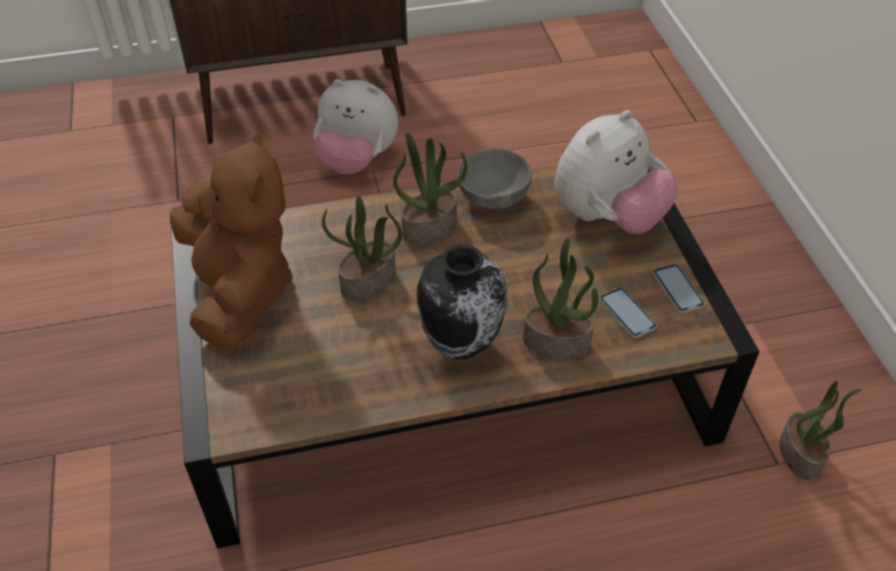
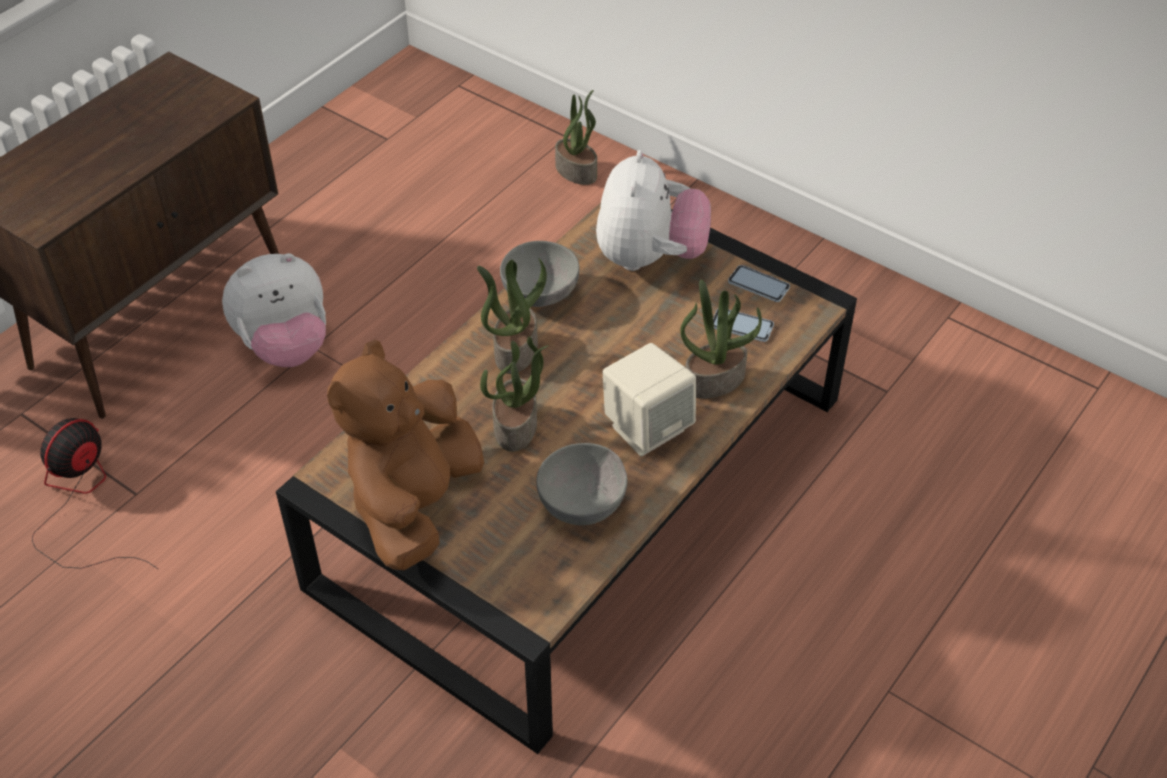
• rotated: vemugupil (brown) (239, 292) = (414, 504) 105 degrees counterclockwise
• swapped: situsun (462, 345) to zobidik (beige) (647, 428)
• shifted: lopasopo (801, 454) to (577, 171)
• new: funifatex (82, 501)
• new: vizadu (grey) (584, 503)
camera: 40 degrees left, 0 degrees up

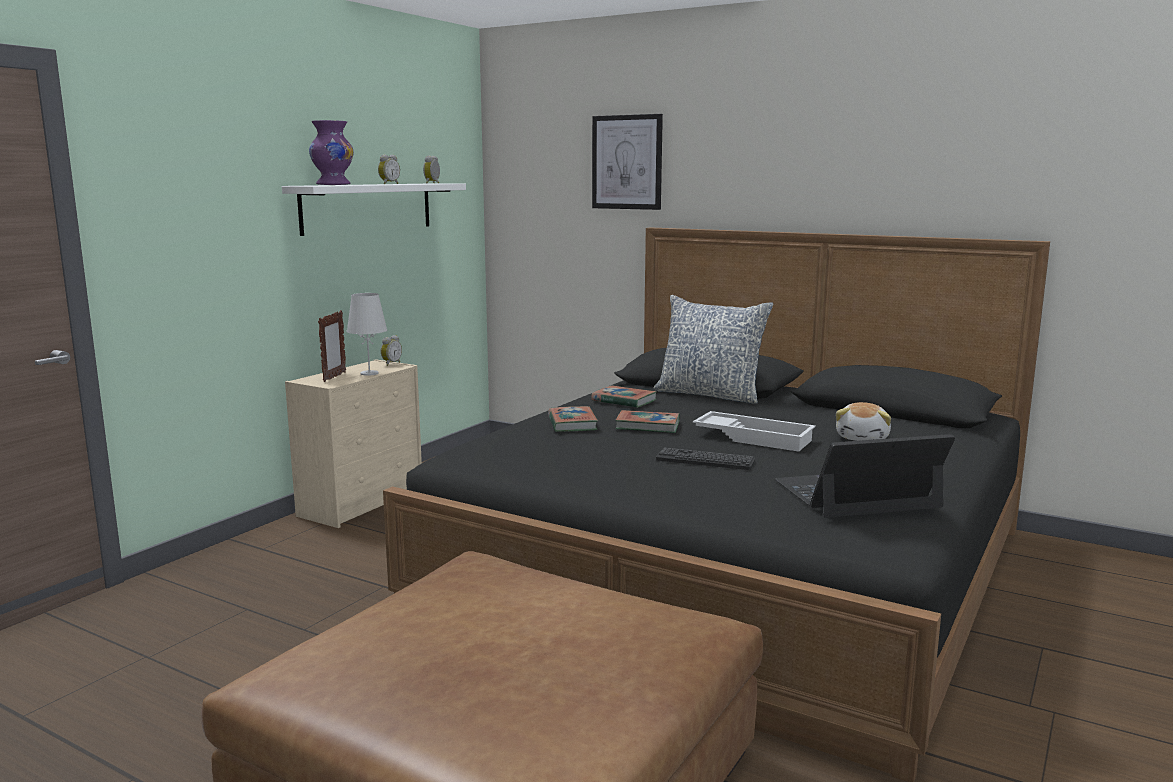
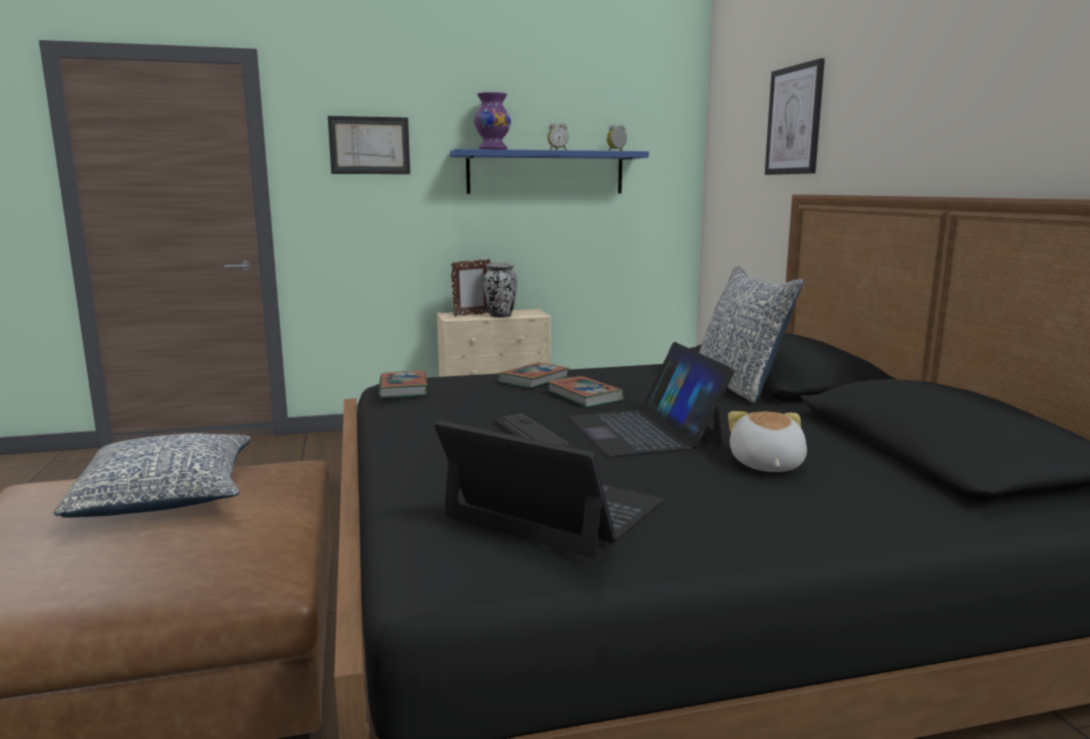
• repainted: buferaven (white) (368, 207) to buferaven (blue) (545, 172)
• swapped: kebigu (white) (369, 373) to situsun (500, 316)
• gone: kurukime (390, 364)
• shifted: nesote (624, 401) to (403, 389)
• swapped: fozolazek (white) (754, 438) to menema (644, 431)
• rotated: vemugupil (863, 438) = (765, 465) 120 degrees clockwise
• new: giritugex (167, 497)
• new: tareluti (369, 145)
camera: 45 degrees right, 0 degrees up

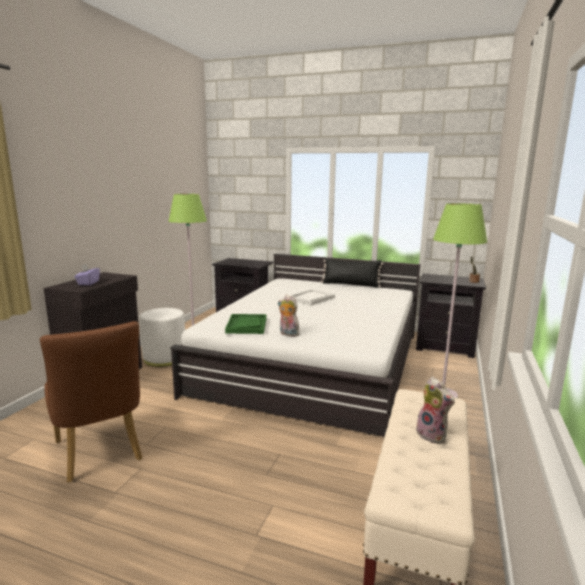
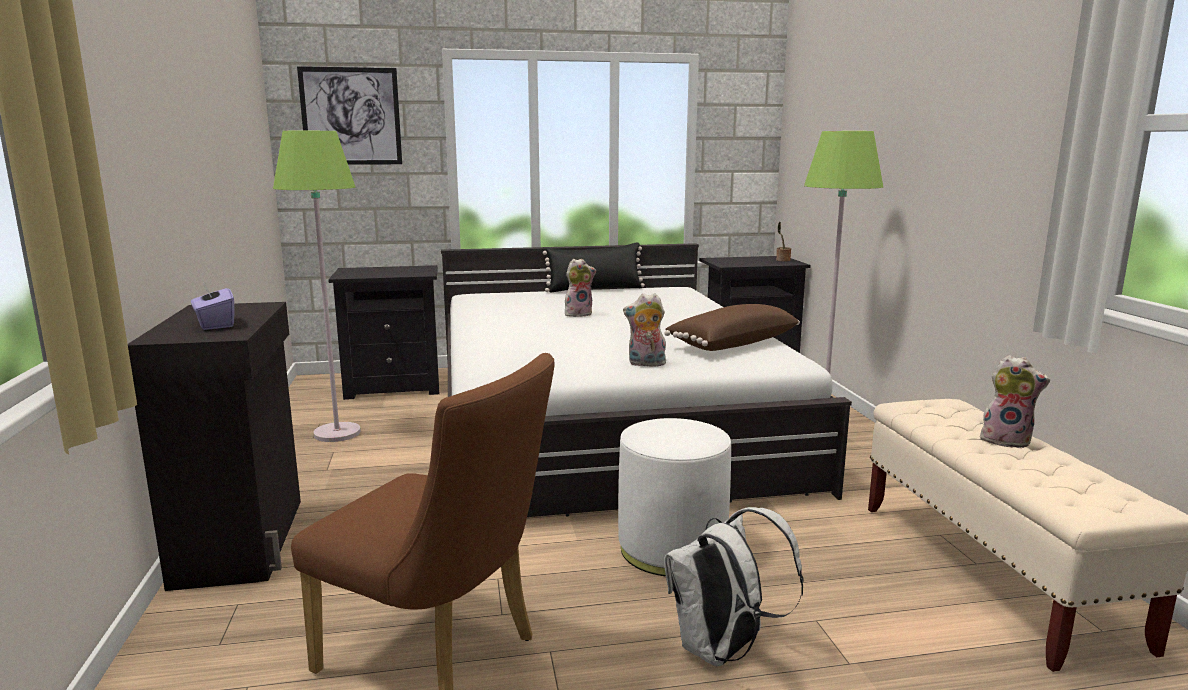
• shifted: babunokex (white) (165, 358) to (672, 548)
• gone: fozolazek (green) (246, 325)
• swapped: fozolazek (white) (311, 298) to vemugupil (578, 314)
• new: tareluti (351, 116)
• new: giritugex (brown) (731, 344)
• new: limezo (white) (722, 651)
camera: 30 degrees left, 0 degrees up

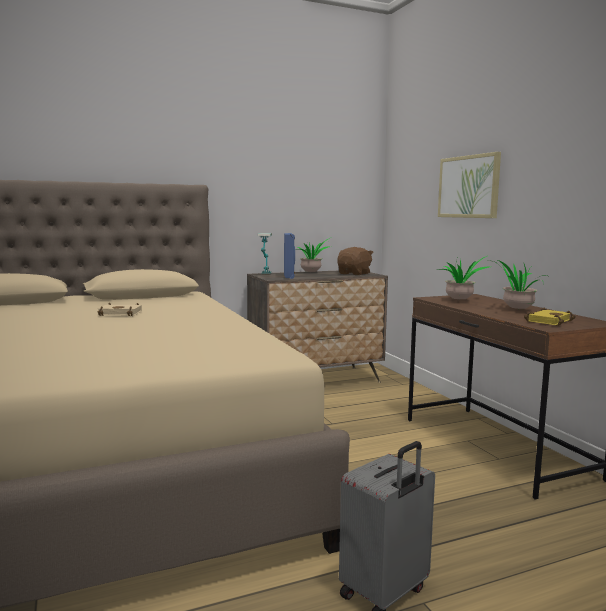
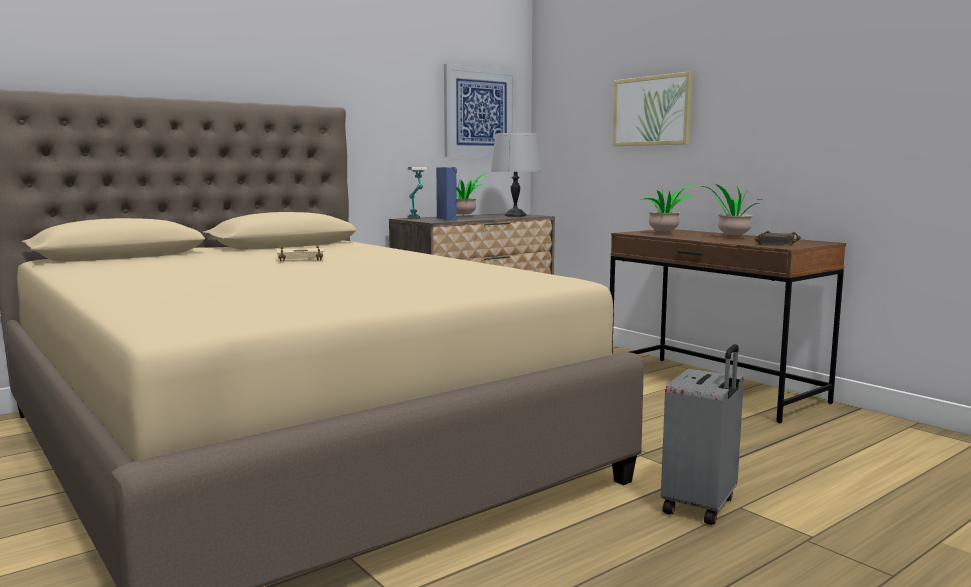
• swapped: vemugupil (brown) (354, 273) to kebigu (grey) (514, 215)
• repainted: nesote (yellow) (547, 321) to nesote (black) (775, 243)
• new: tareluti (480, 112)
camera: 15 degrees left, 0 degrees up

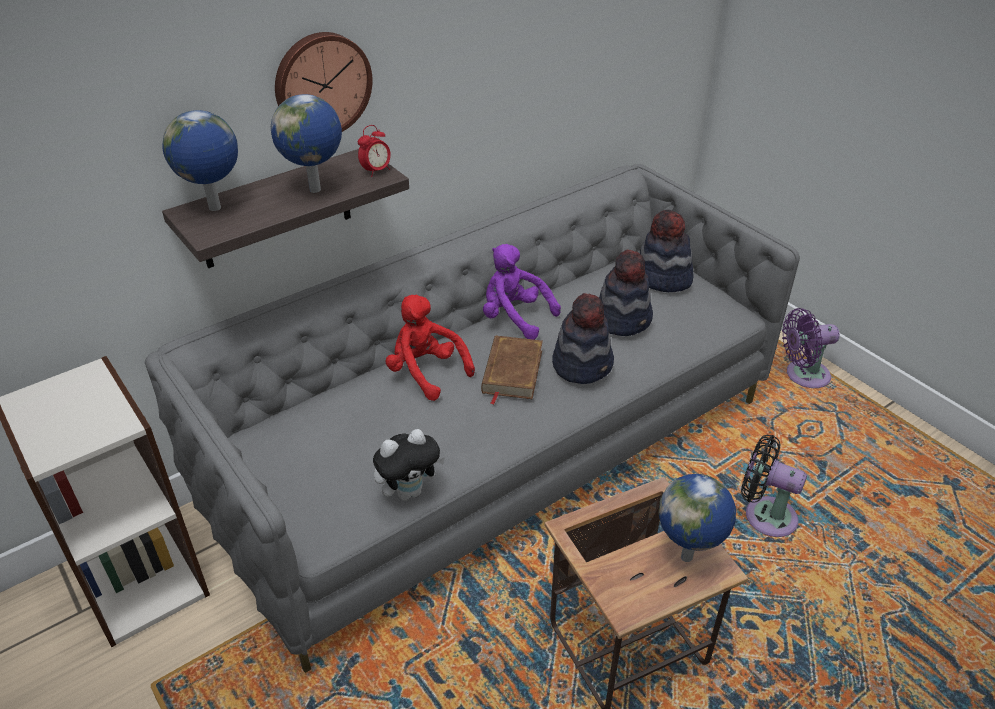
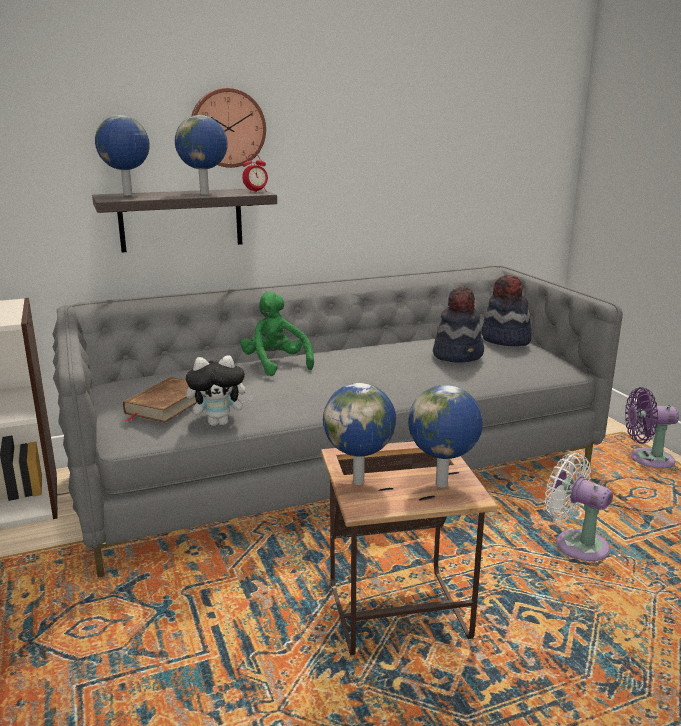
• repainted: vemugupil (red) (426, 372) to vemugupil (green) (275, 364)
• shifted: nesote (brown) (511, 372) to (166, 404)
• gone: vemugupil (purple) (514, 317)
• gone: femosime (583, 364)
• repainted: funifatex (black) (765, 515) to funifatex (white) (576, 544)
• new: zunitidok (360, 481)
camera: 15 degrees right, 20 degrees down

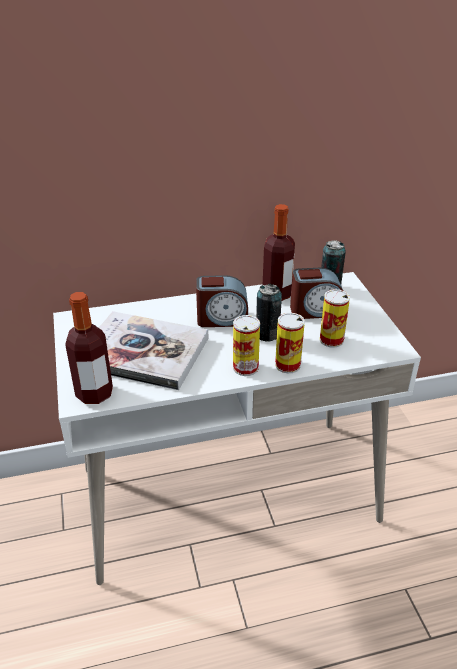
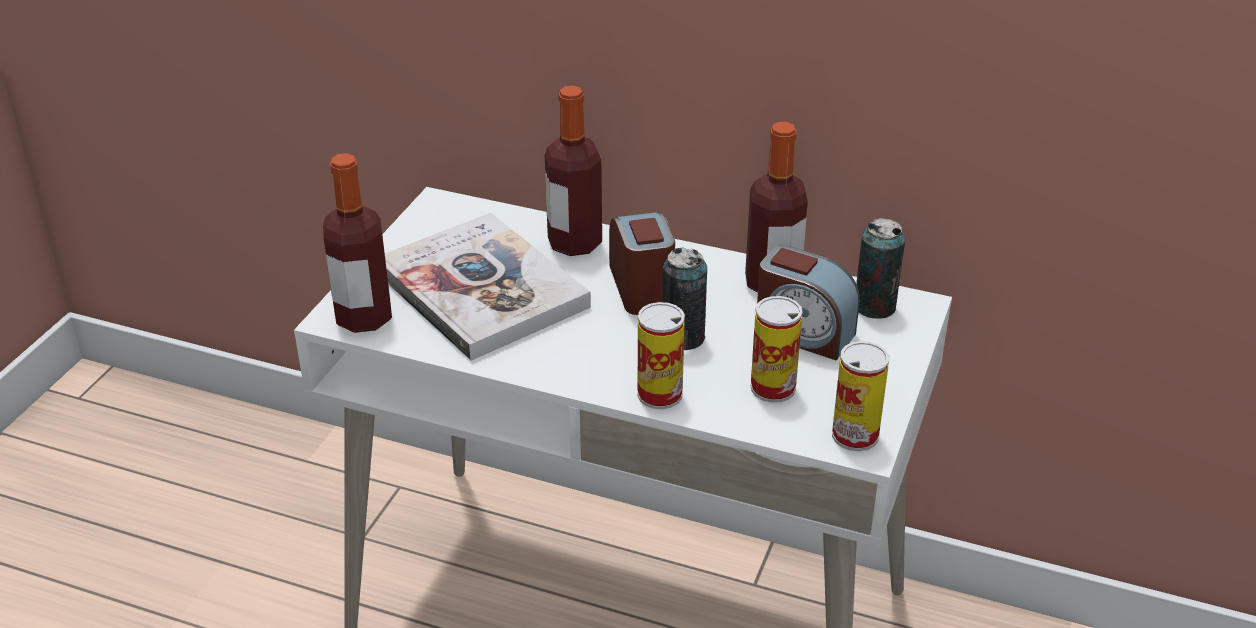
• rotated: kurukime (222, 319) = (642, 287) 135 degrees counterclockwise
• shifted: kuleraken (245, 367) to (855, 435)
• new: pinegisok (574, 243)
camera: 35 degrees right, 0 degrees up

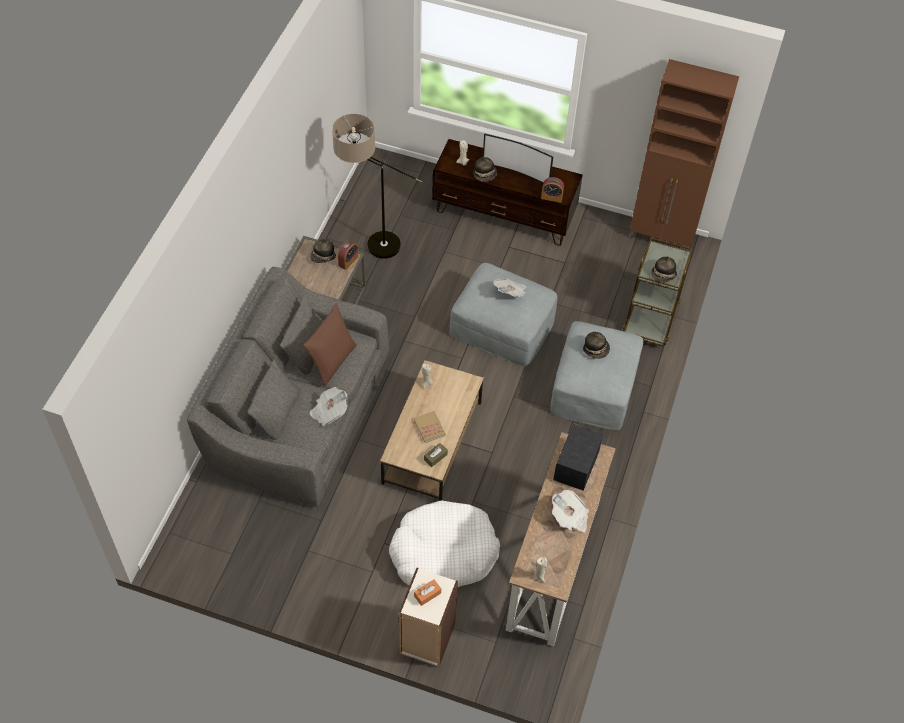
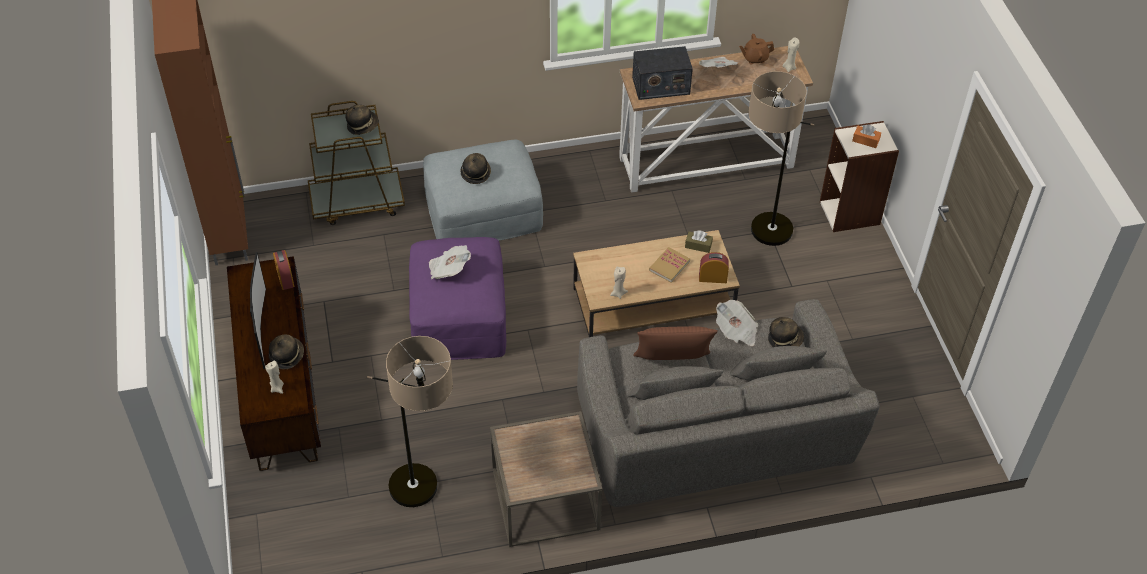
• shifted: femosime (323, 257) to (785, 339)
• shifted: kurukime (348, 261) to (712, 278)
• swapped: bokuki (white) (443, 553) to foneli (761, 240)
• repainted: babunokex (grey) (502, 326) to babunokex (purple) (458, 314)
• new: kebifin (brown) (755, 58)
camera: 120 degrees left, 5 degrees down

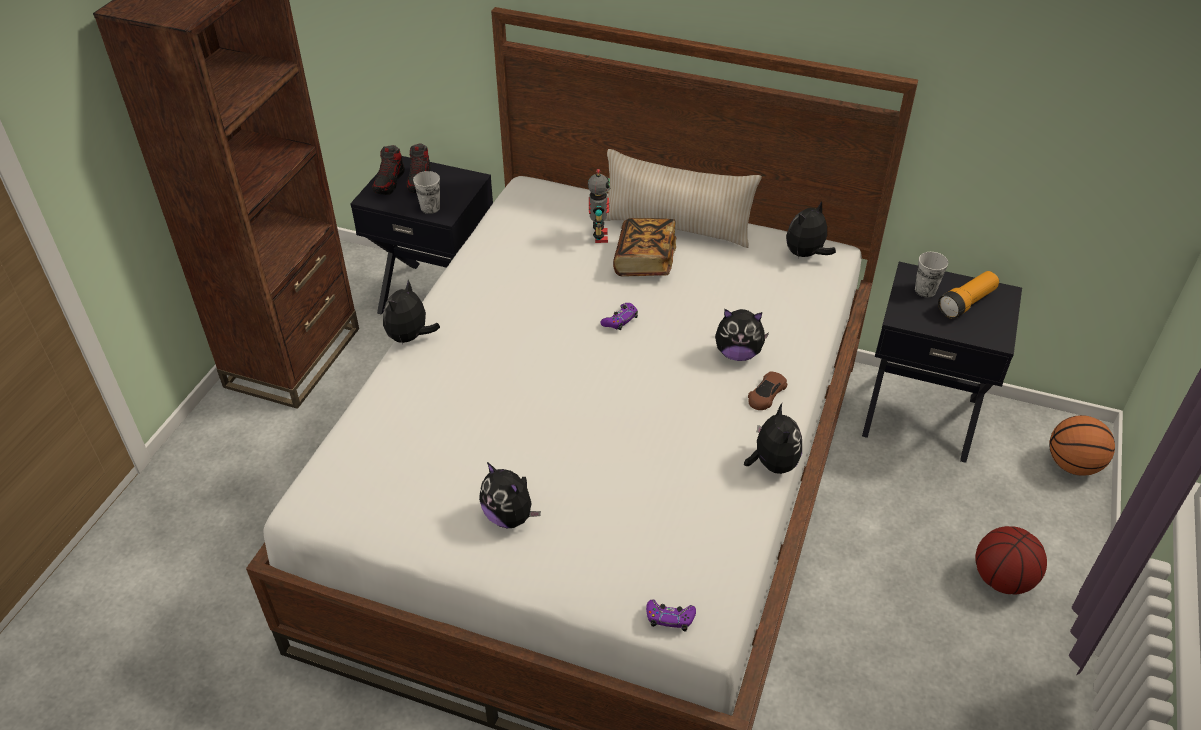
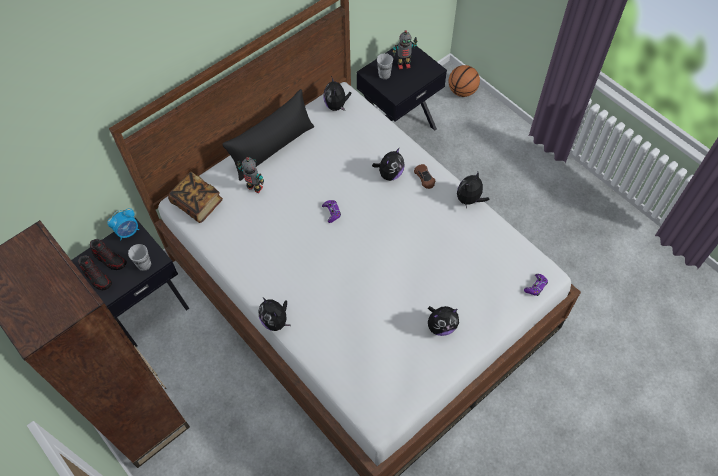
• repainted: giritugex (beige) (676, 227) to giritugex (black) (273, 149)
• shifted: nesote (645, 261) to (197, 203)
• rotated: vemugupil (772, 464) = (469, 200) 75 degrees counterclockwise
• swapped: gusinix (966, 303) to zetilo (403, 65)
• gone: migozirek (1002, 579)
• new: kurukime (128, 232)
camera: 60 degrees left, 15 degrees up

